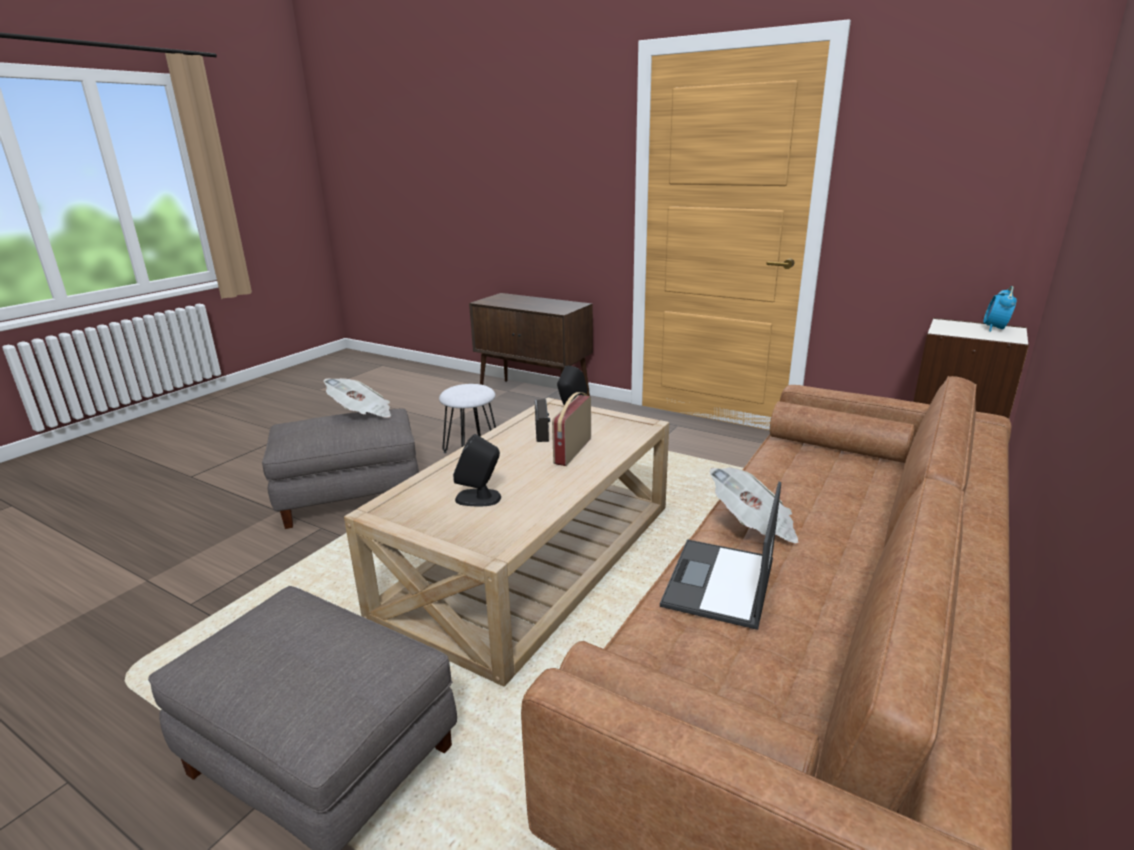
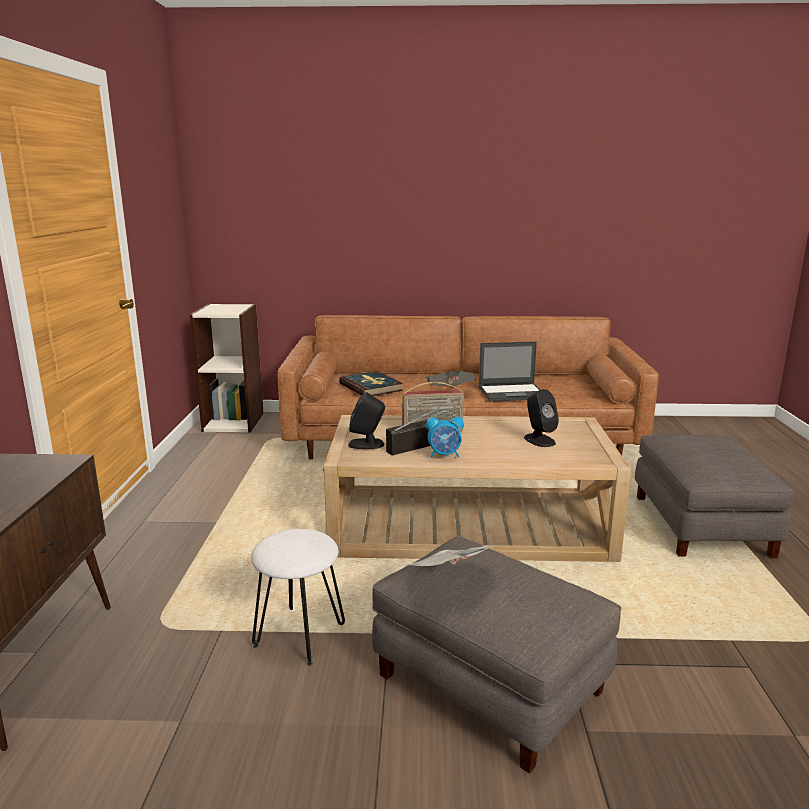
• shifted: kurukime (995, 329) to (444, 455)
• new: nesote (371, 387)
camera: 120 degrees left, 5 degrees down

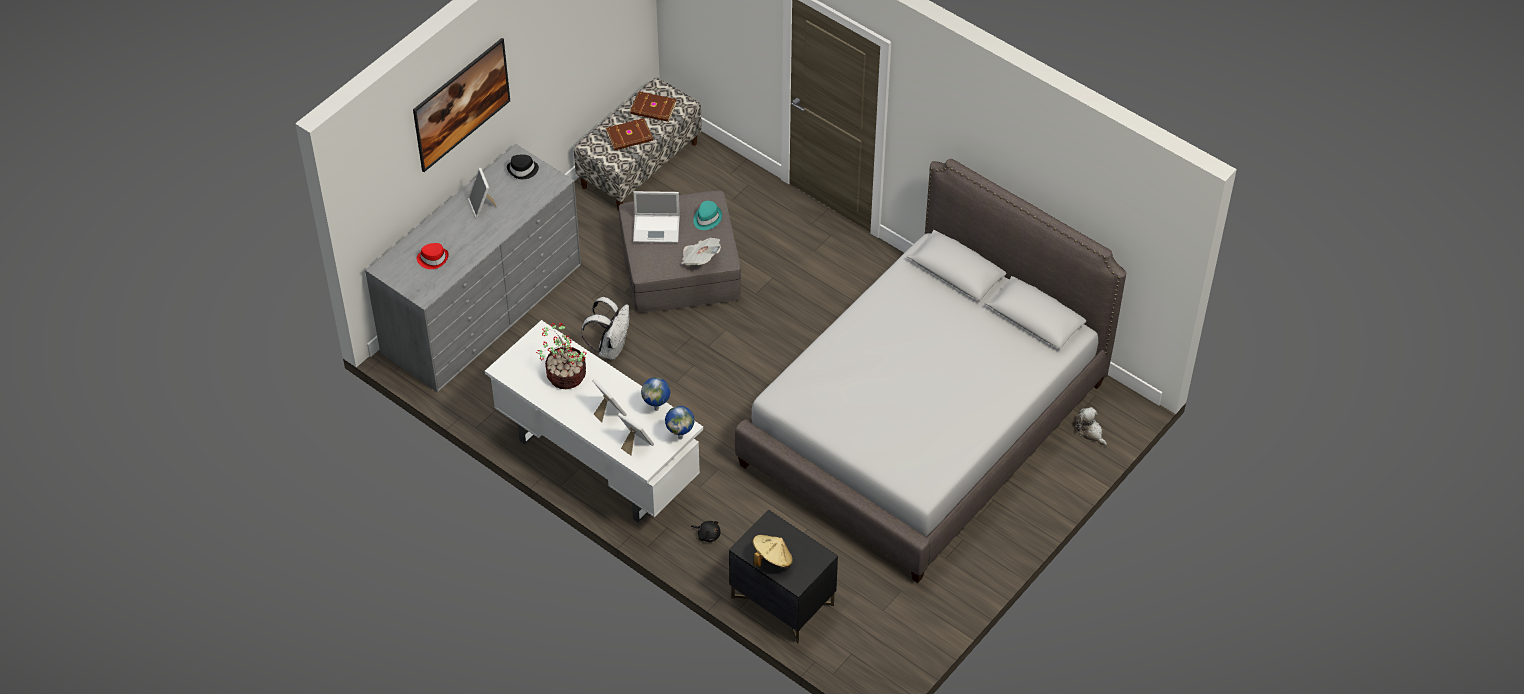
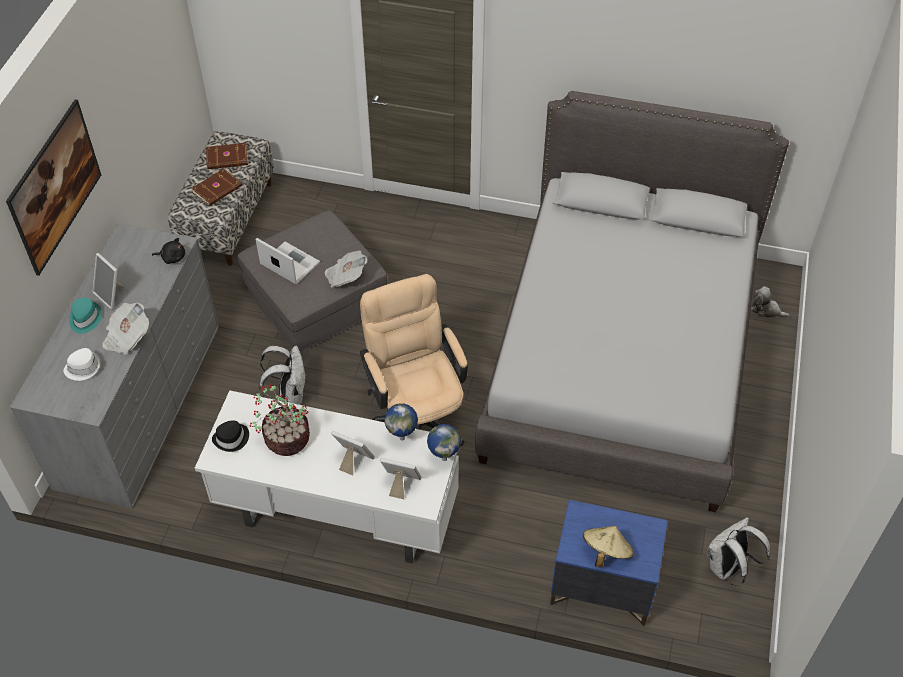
• repainted: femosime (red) (433, 258) to femosime (white) (83, 367)
• shifted: femosime (black) (523, 170) to (231, 439)
• rotated: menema (657, 228) = (289, 263) 120 degrees counterclockwise
• shifted: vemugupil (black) (707, 535) to (172, 257)
• shifted: femosime (turquoise) (706, 218) to (85, 318)
• repainted: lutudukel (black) (781, 601) to lutudukel (blue) (601, 586)
• new: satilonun (127, 337)
• new: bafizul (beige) (417, 413)
• new: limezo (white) (728, 568)
camera: 25 degrees left, 0 degrees up

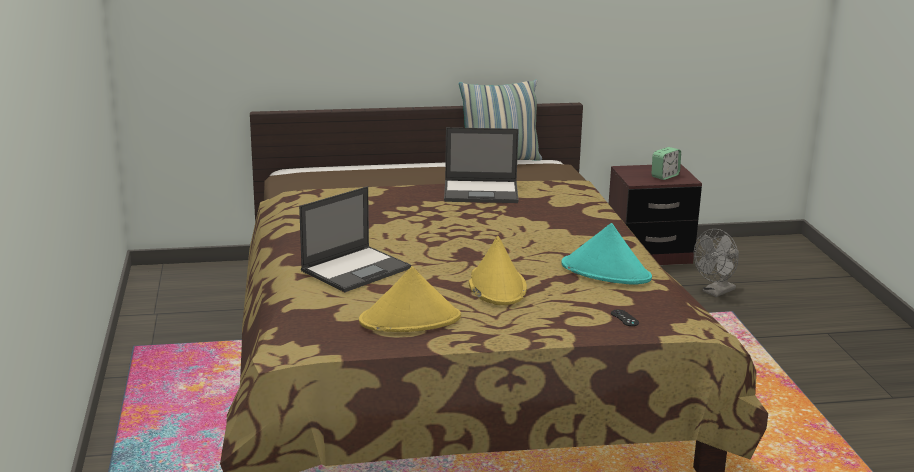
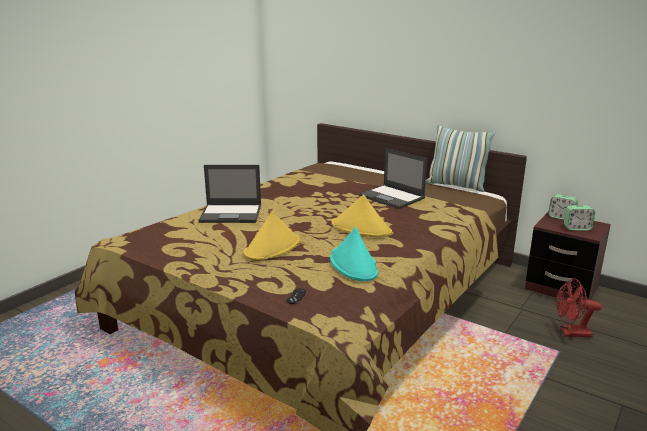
• shifted: femosime (yellow) (410, 320) to (361, 228)
• repainted: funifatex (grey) (715, 292) to funifatex (red) (570, 333)
• new: kurukime (561, 217)
camera: 45 degrees right, 0 degrees up

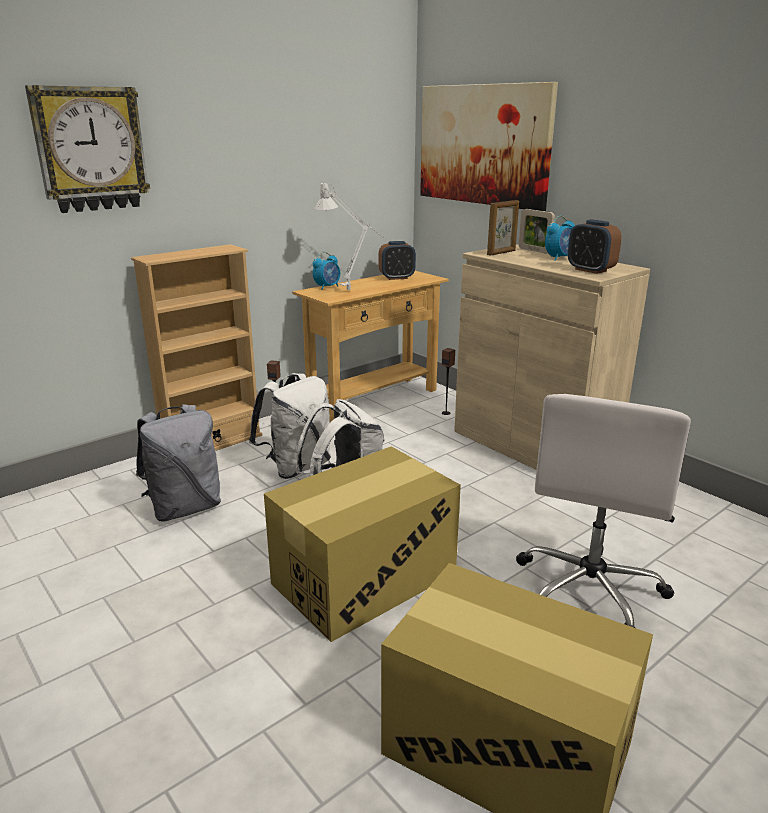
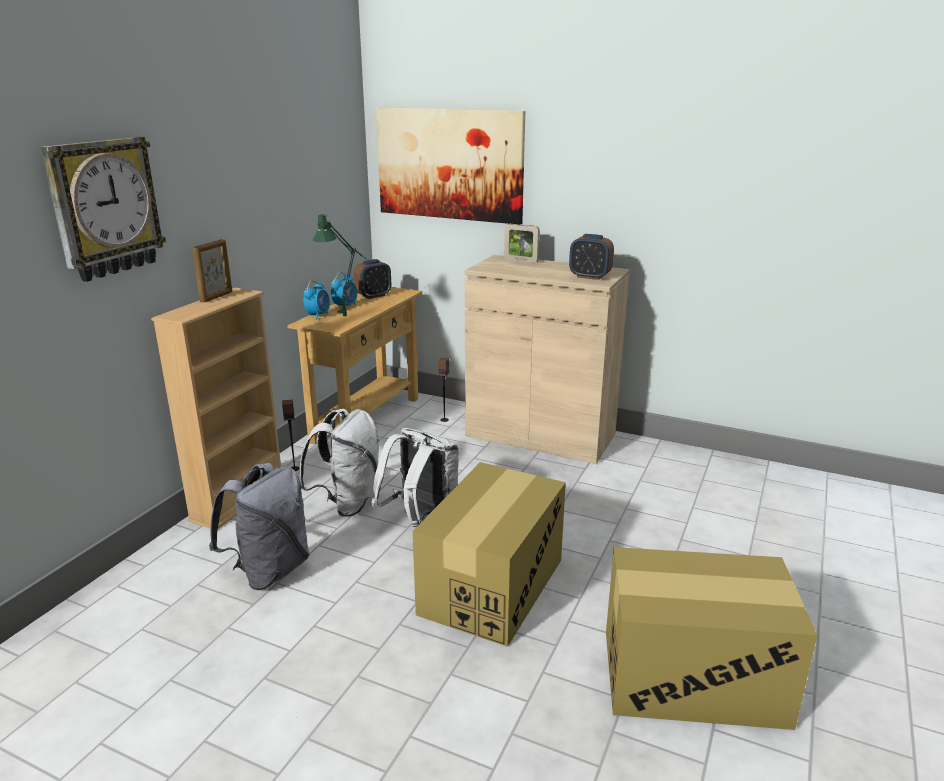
• repainted: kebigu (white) (353, 290) to kebigu (green) (347, 315)
• shifted: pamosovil (501, 253) to (217, 297)
• gone: bafizul (white) (590, 590)
• shifted: kurukime (559, 258) to (345, 306)
camera: 25 degrees left, 0 degrees up

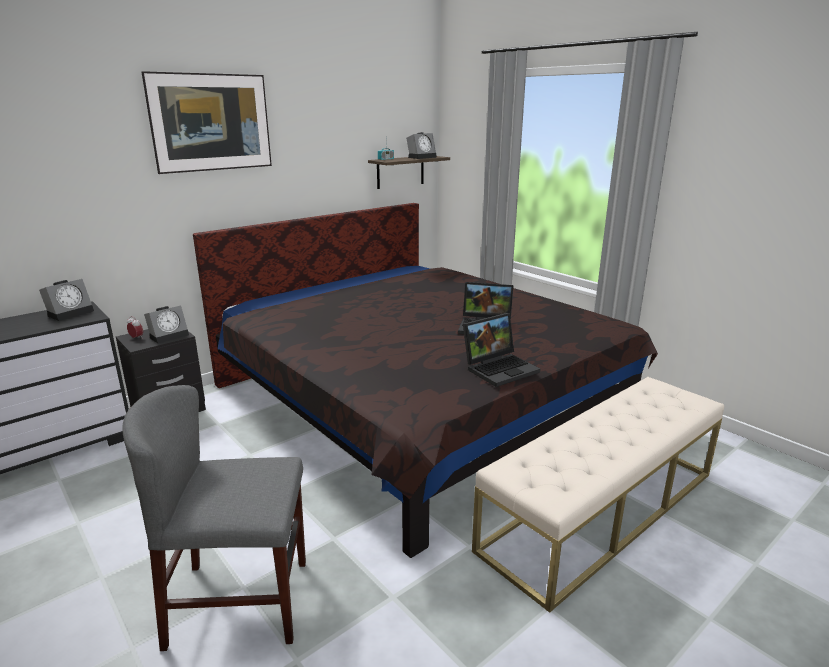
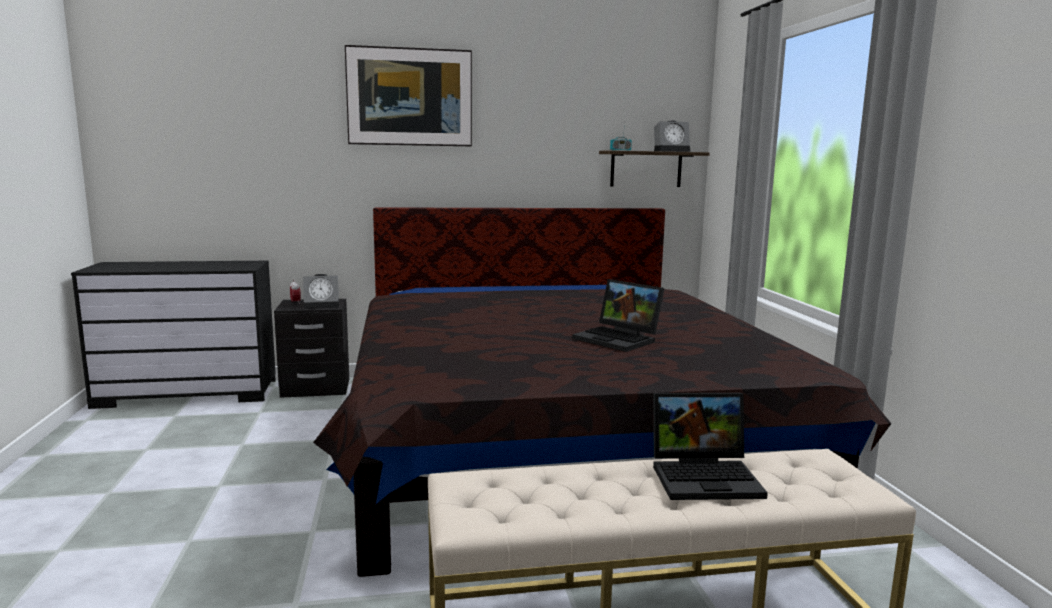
• gone: kurukime (71, 313)
• gone: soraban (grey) (240, 602)
• shifted: menema (500, 368) to (706, 477)
camera: 30 degrees right, 10 degrees down

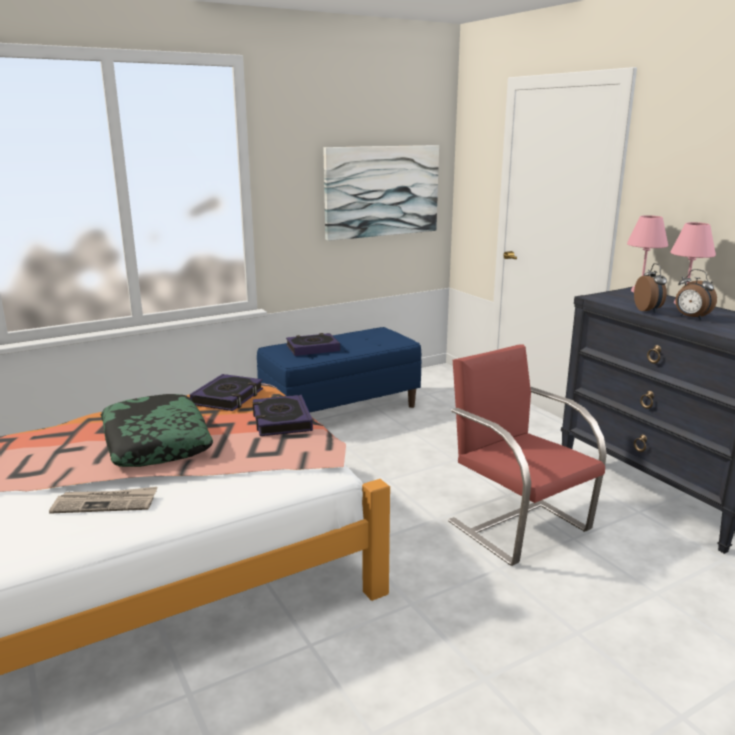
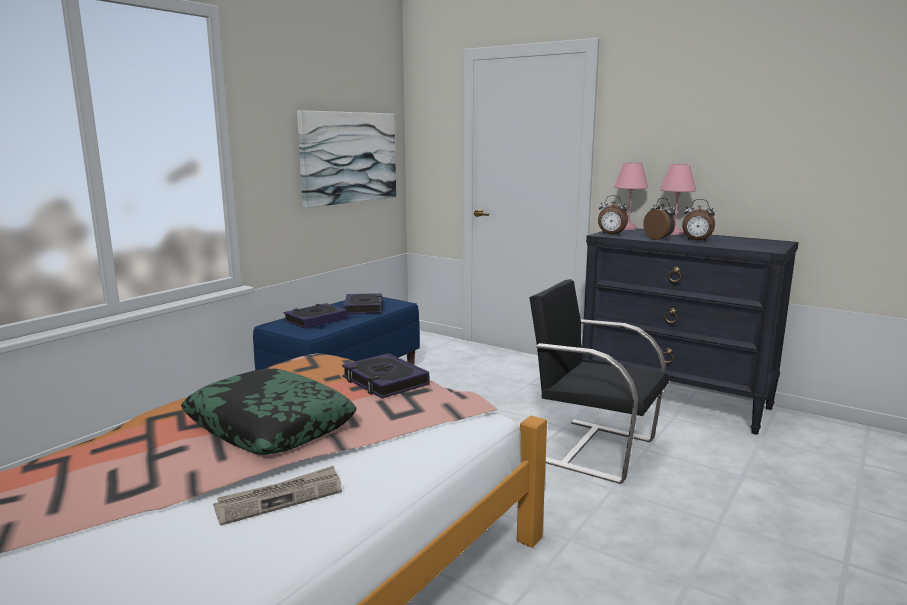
• shifted: nesote (228, 397) to (364, 308)
• repainted: soraban (red) (517, 524) to soraban (black) (593, 449)
• new: kurukime (611, 235)
camera: 25 degrees left, 5 degrees down

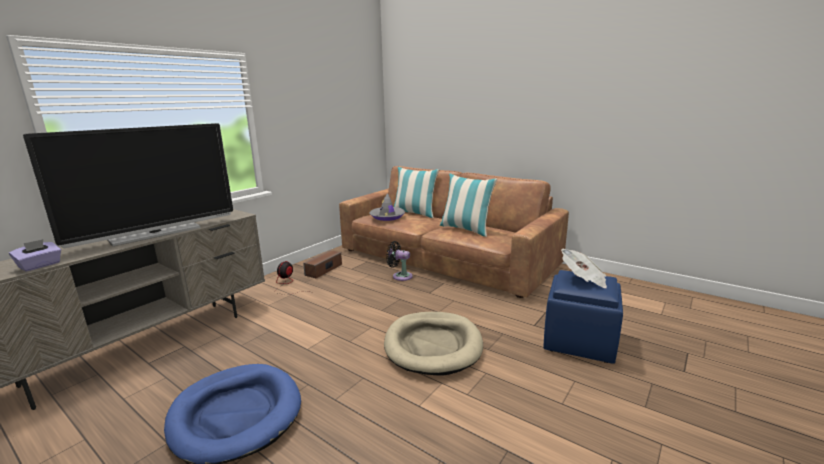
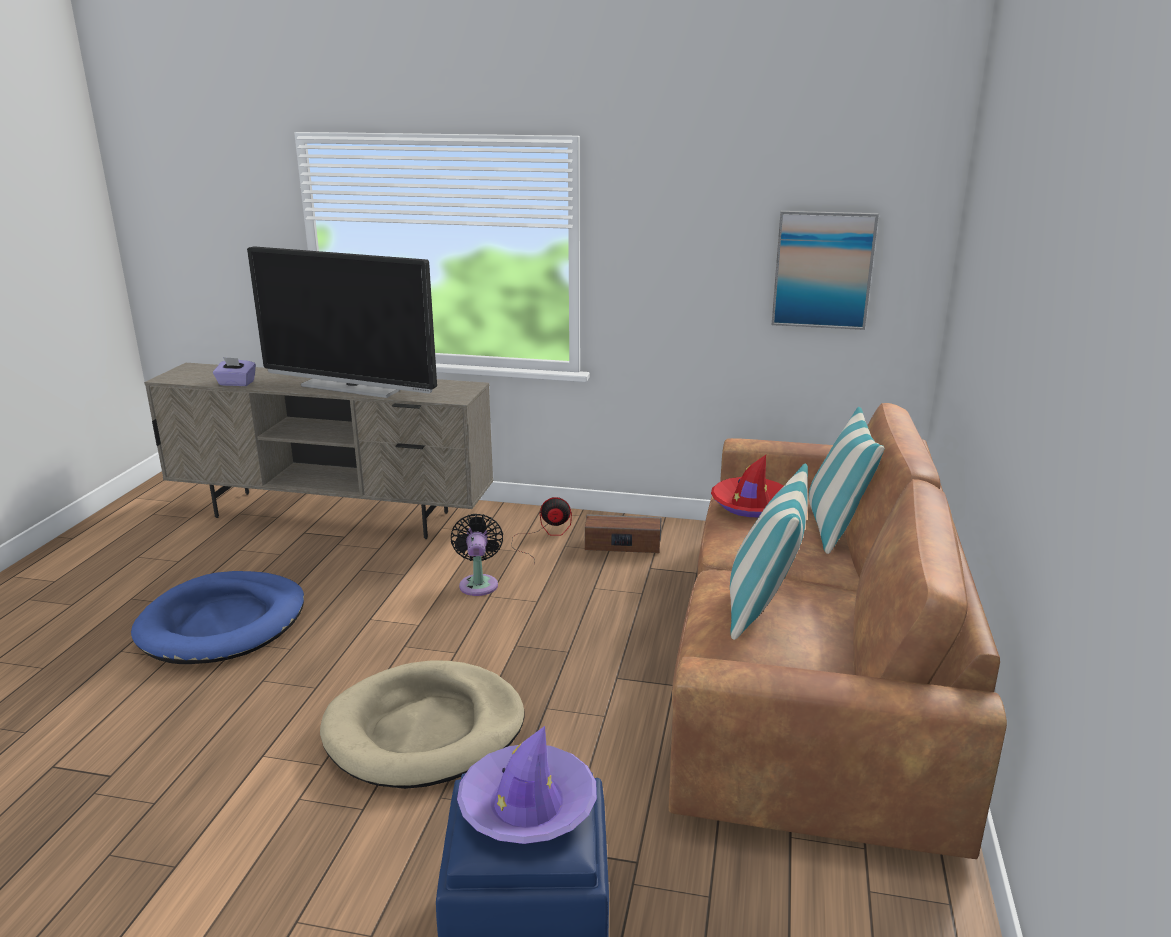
• repainted: femosime (grey) (387, 217) to femosime (red) (751, 504)
• shifted: funifatex (black) (400, 276) to (478, 583)
• swapped: satilonun (583, 279) to femosime (purple) (527, 806)
• new: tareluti (823, 270)
camera: 65 degrees right, 5 degrees up

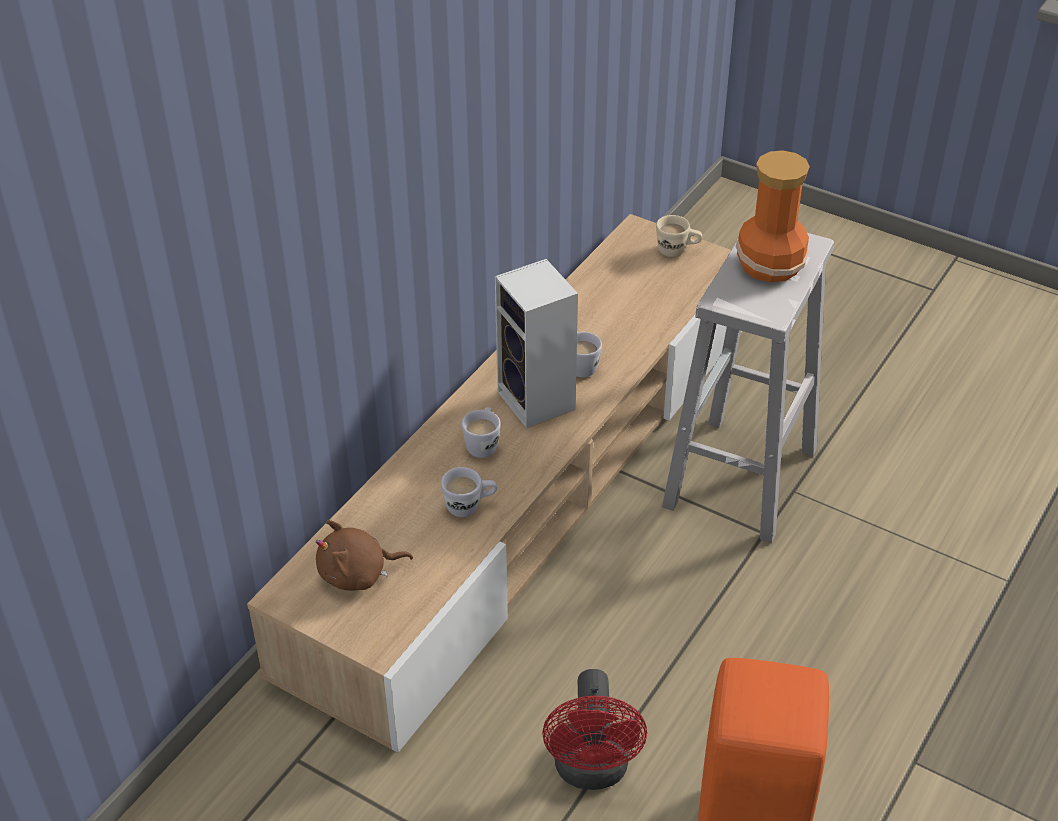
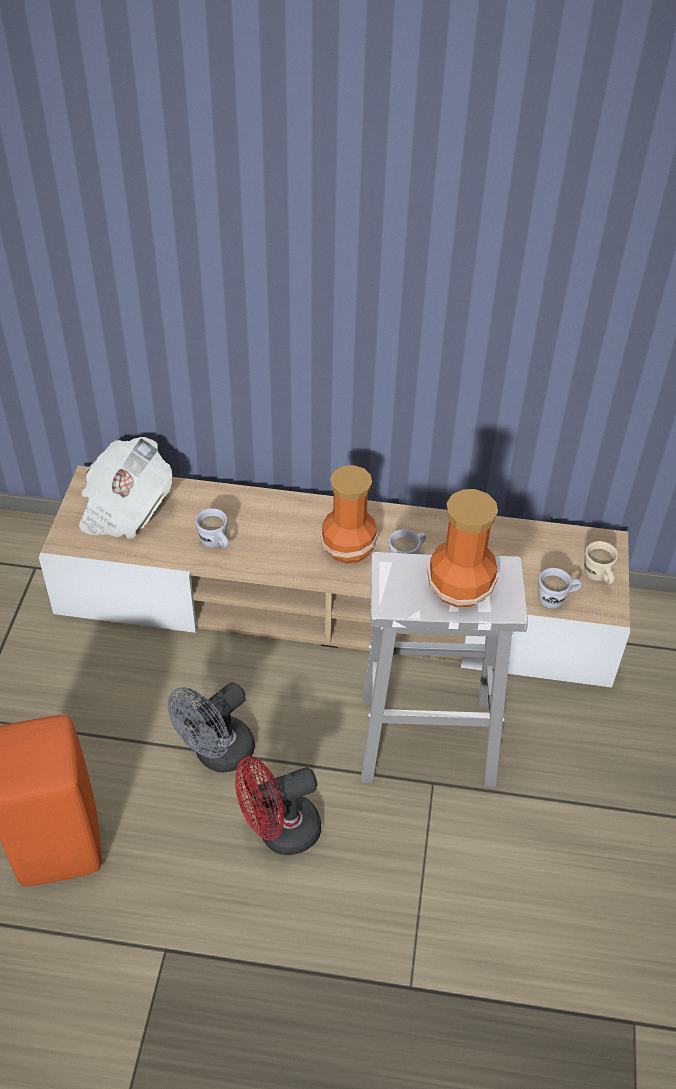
• swapped: vemugupil (brown) (358, 574) to satilonun (124, 508)
• shifted: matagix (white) (483, 444) to (556, 599)
• swapped: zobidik (539, 402) to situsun (349, 547)
• shifted: funifatex (red) (592, 771) to (279, 832)
• new: funifatex (grey) (217, 754)
camera: 65 degrees right, 5 degrees up

